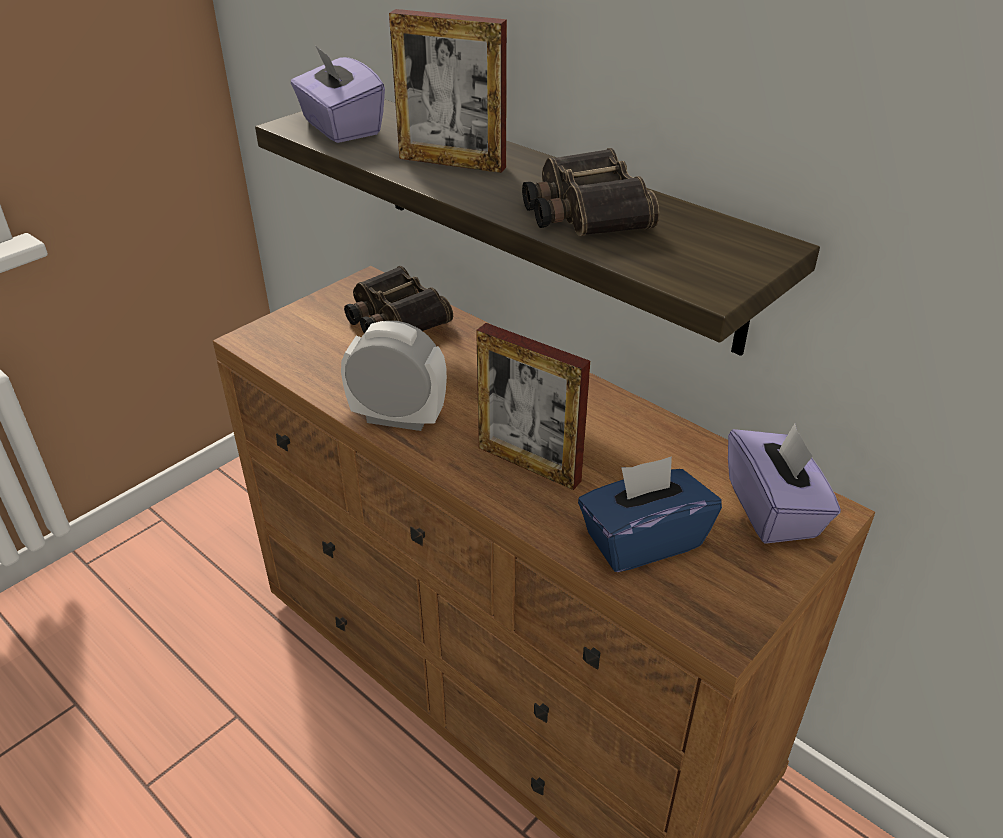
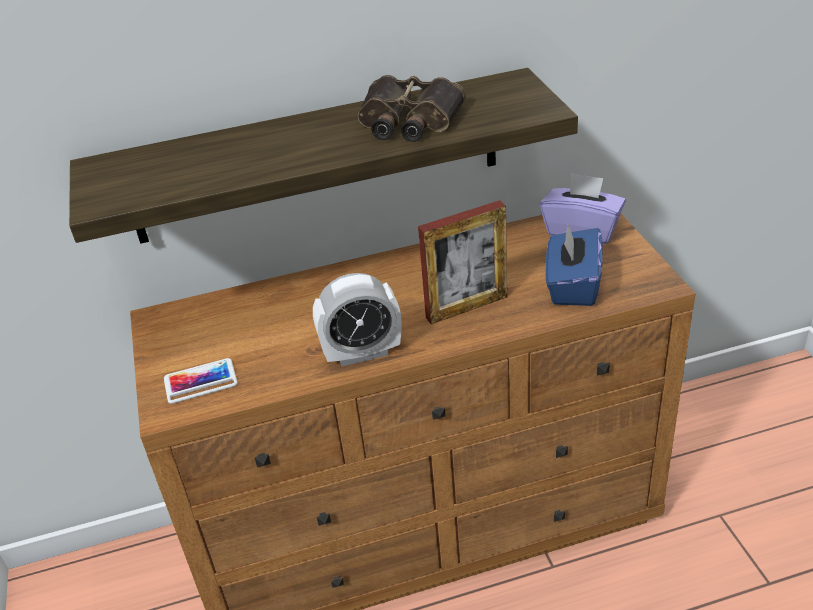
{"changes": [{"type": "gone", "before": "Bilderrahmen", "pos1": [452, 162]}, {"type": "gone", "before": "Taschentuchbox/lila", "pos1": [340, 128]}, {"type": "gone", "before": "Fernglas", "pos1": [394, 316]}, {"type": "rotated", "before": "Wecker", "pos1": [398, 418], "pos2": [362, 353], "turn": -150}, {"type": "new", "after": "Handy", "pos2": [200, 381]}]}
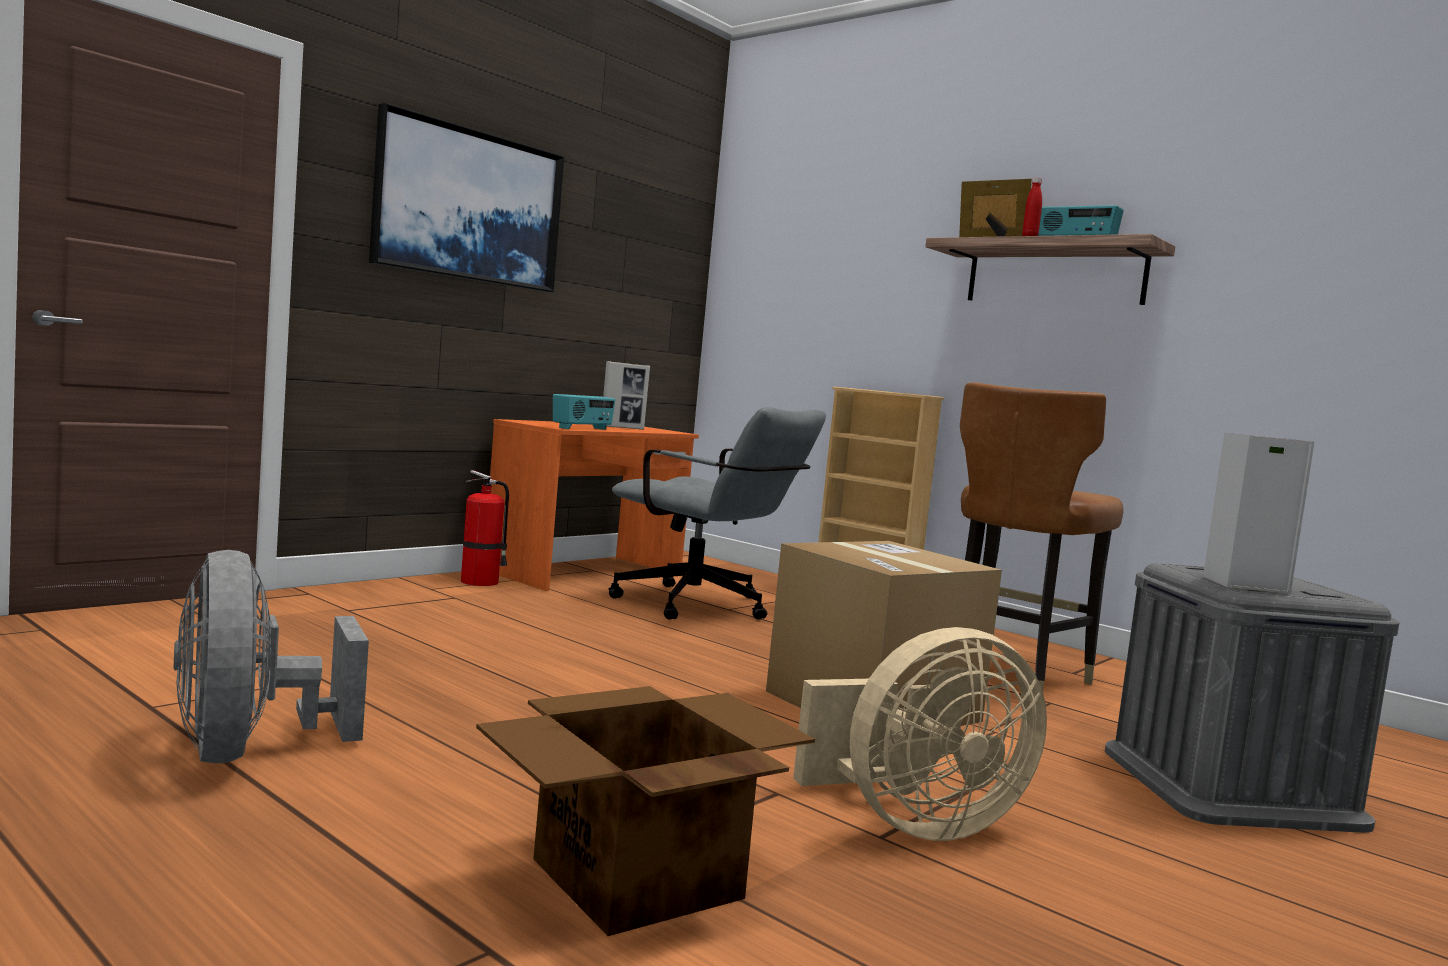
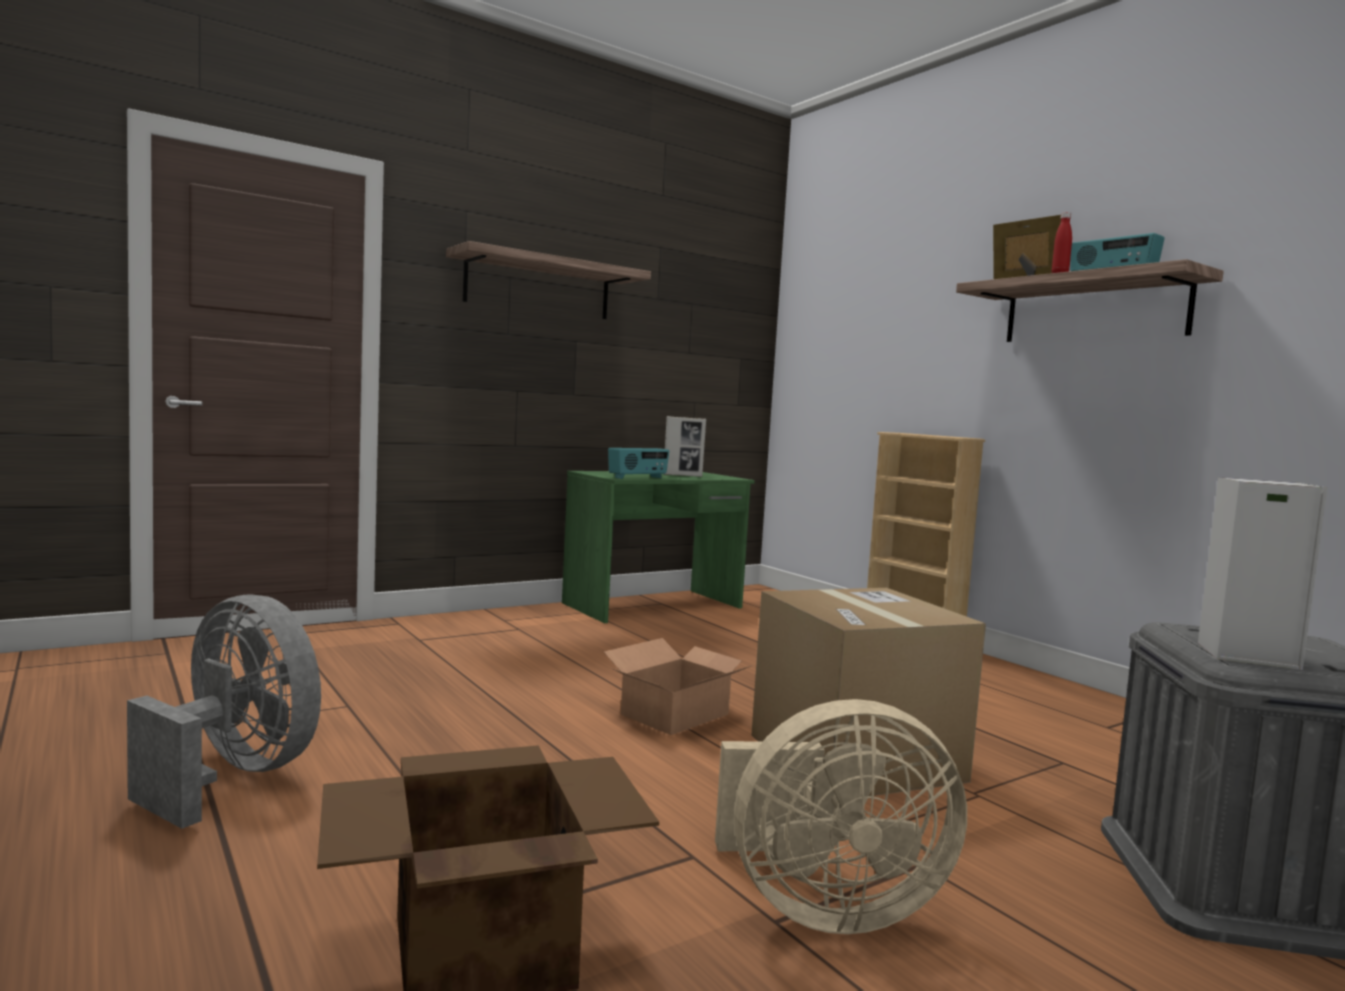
{"changes": [{"type": "swapped", "before": "Bild", "after": "Wandregal", "pos1": [469, 206], "pos2": [538, 287]}, {"type": "gone", "before": "Stuhl/braun", "pos1": [1010, 678]}, {"type": "gone", "before": "Bürostuhl/grau", "pos1": [705, 607]}, {"type": "repainted", "before": "Schreibtisch/orange", "after": "Schreibtisch/grün", "pos1": [588, 572], "pos2": [654, 606]}, {"type": "gone", "before": "Feuerlöscher", "pos1": [481, 582]}, {"type": "rotated", "before": "Ventilator/grau", "pos1": [249, 750], "pos2": [234, 776], "turn": 135}, {"type": "new", "after": "Karton", "pos2": [676, 714]}]}
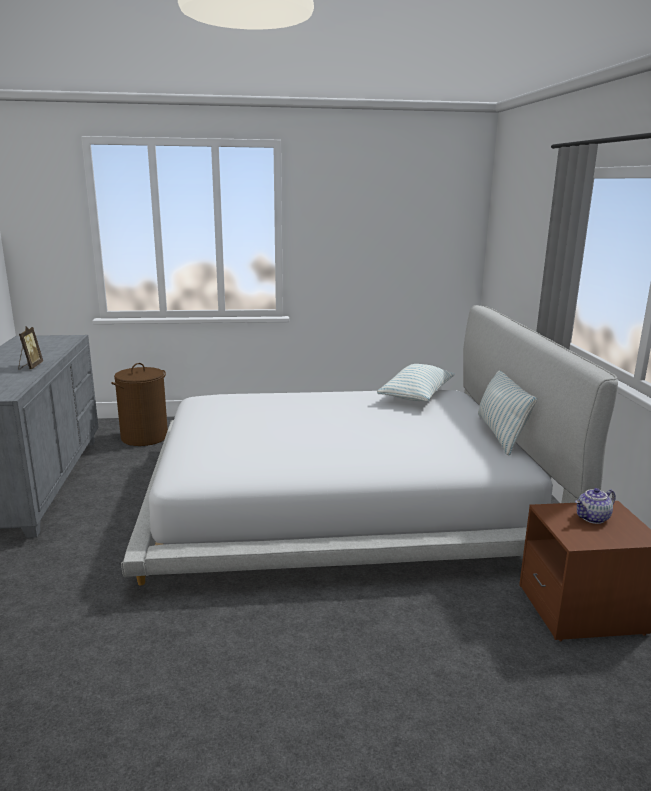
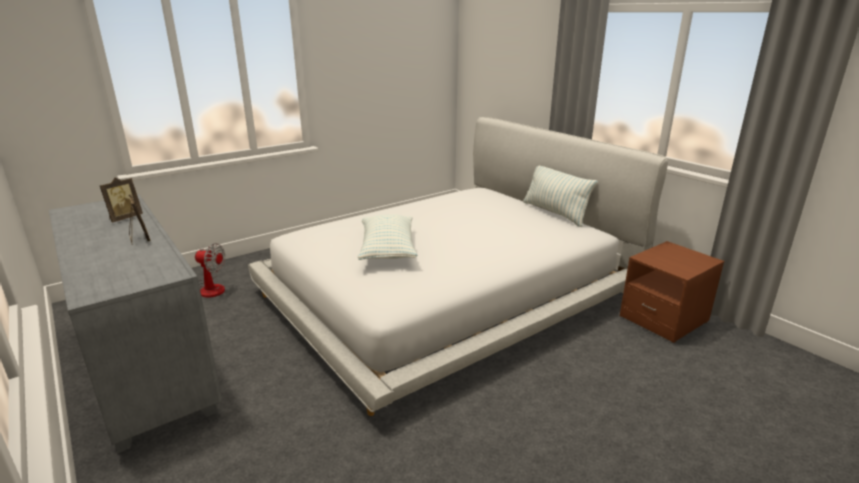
{"changes": [{"type": "swapped", "before": "Wäschekorb/braun", "after": "Ventilator", "pos1": [145, 437], "pos2": [211, 287]}, {"type": "shifted", "before": "Kissen", "pos1": [416, 396], "pos2": [387, 249]}, {"type": "gone", "before": "Teekanne", "pos1": [593, 518]}, {"type": "new", "after": "Bilderrahmen", "pos2": [124, 218]}]}
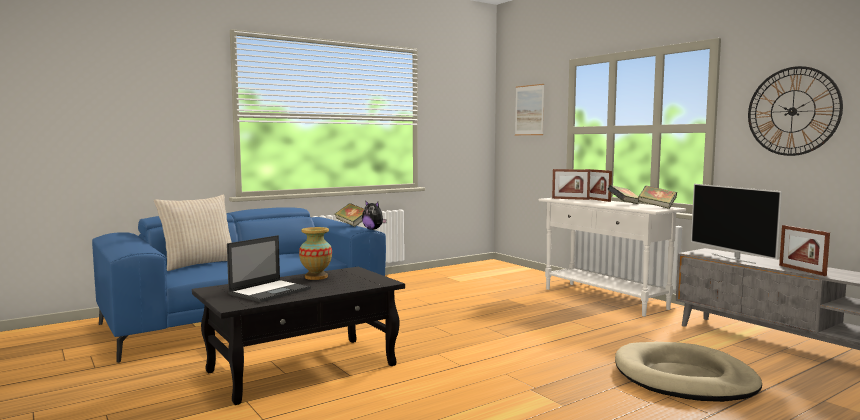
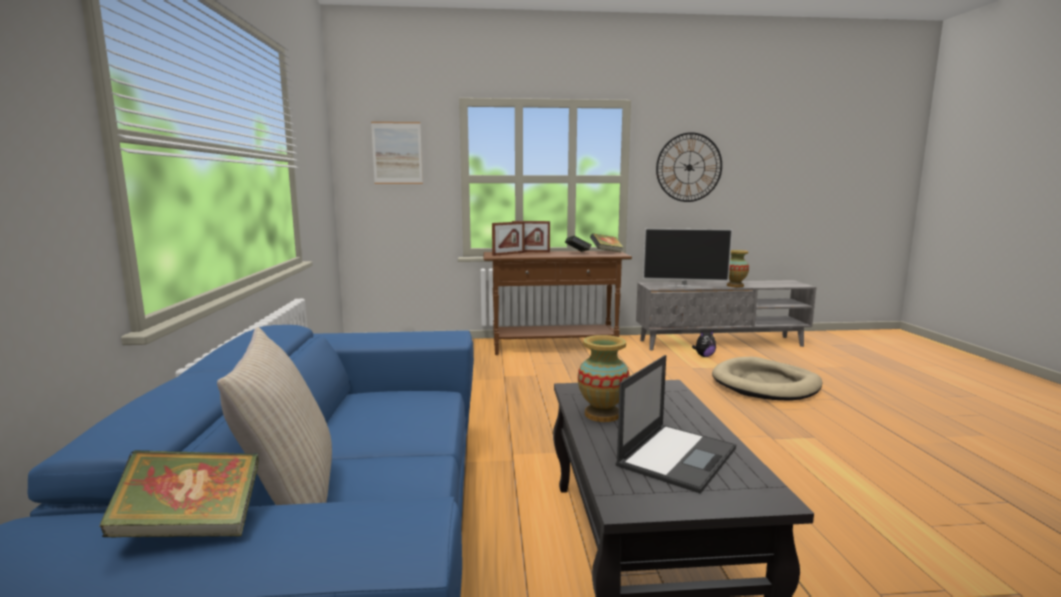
{"changes": [{"type": "repainted", "before": "Konsolentisch/weiß", "after": "Konsolentisch/braun", "pos1": [604, 299], "pos2": [555, 348]}, {"type": "shifted", "before": "Plüschtier", "pos1": [373, 229], "pos2": [704, 356]}, {"type": "shifted", "before": "Buch", "pos1": [352, 224], "pos2": [191, 528]}, {"type": "swapped", "before": "Bilderrahmen", "after": "Vase", "pos1": [802, 270], "pos2": [735, 286]}, {"type": "rotated", "before": "Laptop", "pos1": [270, 291], "pos2": [677, 456], "turn": 60}]}
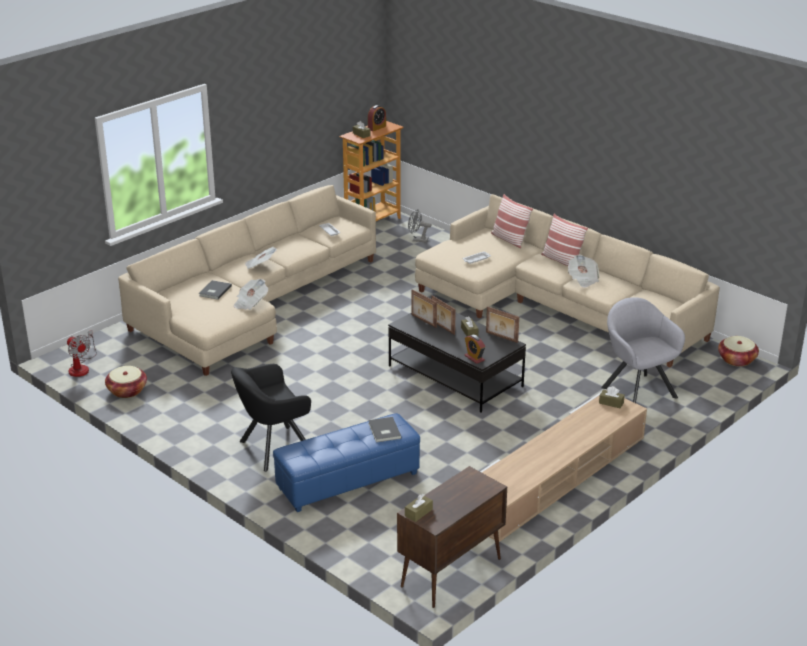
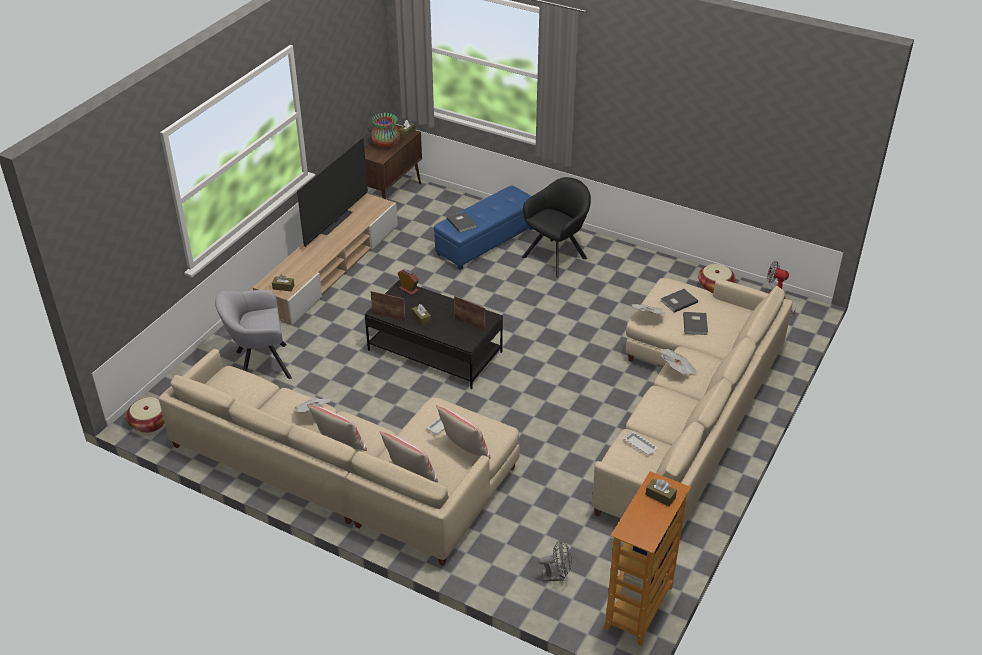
{"changes": [{"type": "gone", "before": "Wecker", "pos1": [377, 127]}, {"type": "gone", "before": "Bilderrahmen", "pos1": [442, 328]}, {"type": "rotated", "before": "Sessel/grau", "pos1": [636, 390], "pos2": [259, 365], "turn": 120}, {"type": "new", "after": "Vase", "pos2": [385, 144]}, {"type": "new", "after": "Fernseher", "pos2": [336, 222]}, {"type": "new", "after": "Buch/grau", "pos2": [678, 301]}, {"type": "new", "after": "Kissen", "pos2": [465, 449]}]}
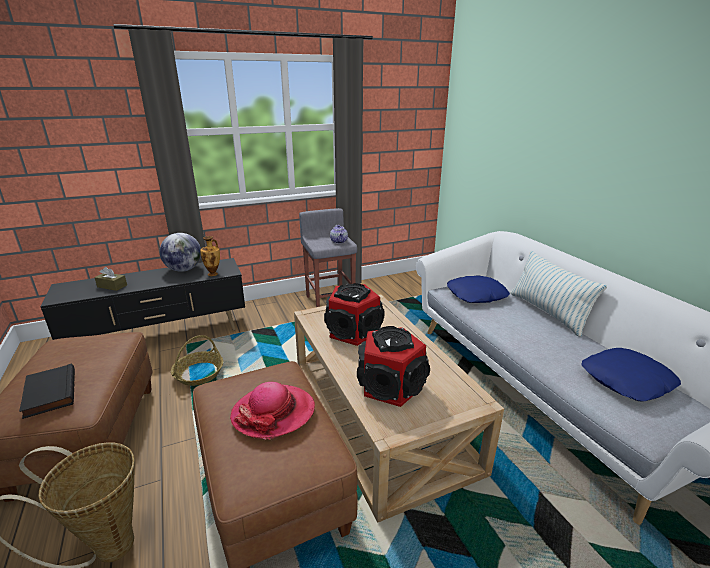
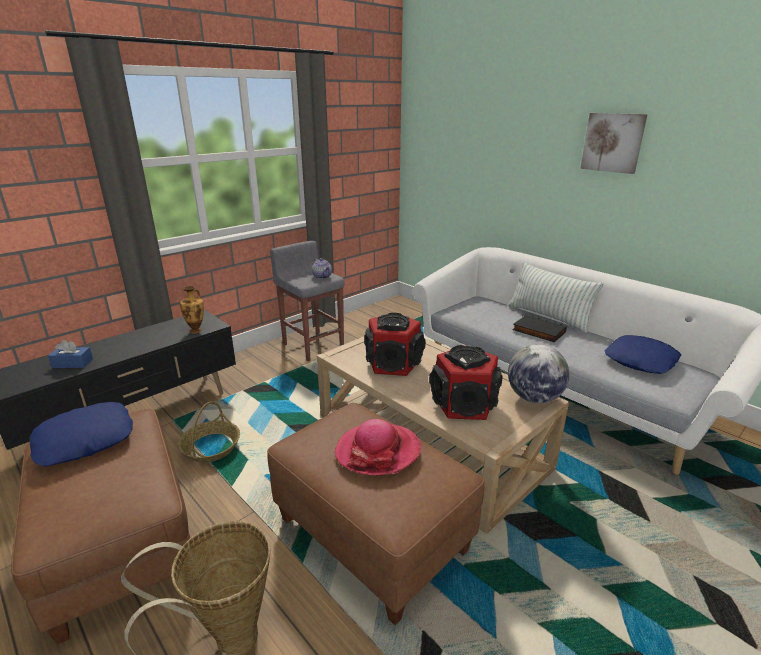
{"changes": [{"type": "shifted", "before": "Globus", "pos1": [184, 269], "pos2": [534, 398]}, {"type": "repainted", "before": "Taschentuchbox/braun", "after": "Taschentuchbox/blau", "pos1": [112, 286], "pos2": [72, 363]}, {"type": "shifted", "before": "Kissen/blau", "pos1": [476, 295], "pos2": [85, 441]}, {"type": "shifted", "before": "Buch/schwarz", "pos1": [49, 393], "pos2": [538, 331]}, {"type": "new", "after": "Bild", "pos2": [613, 142]}]}
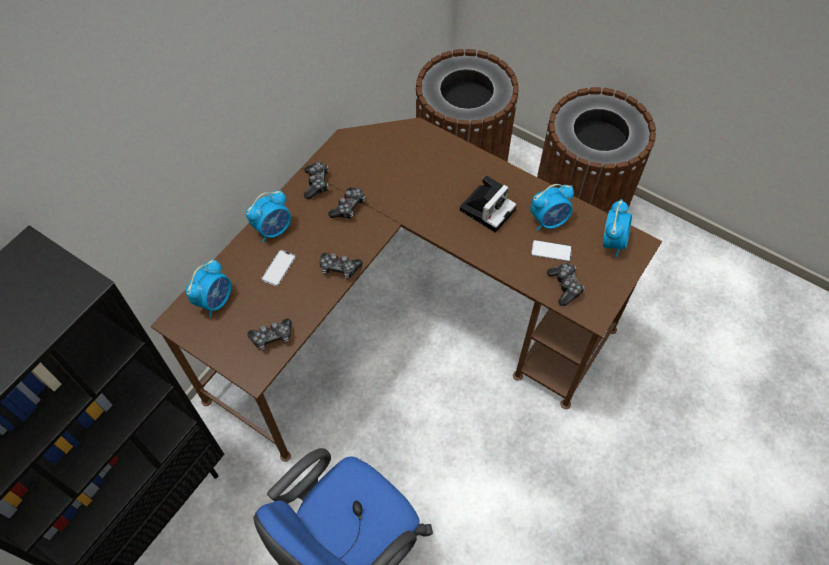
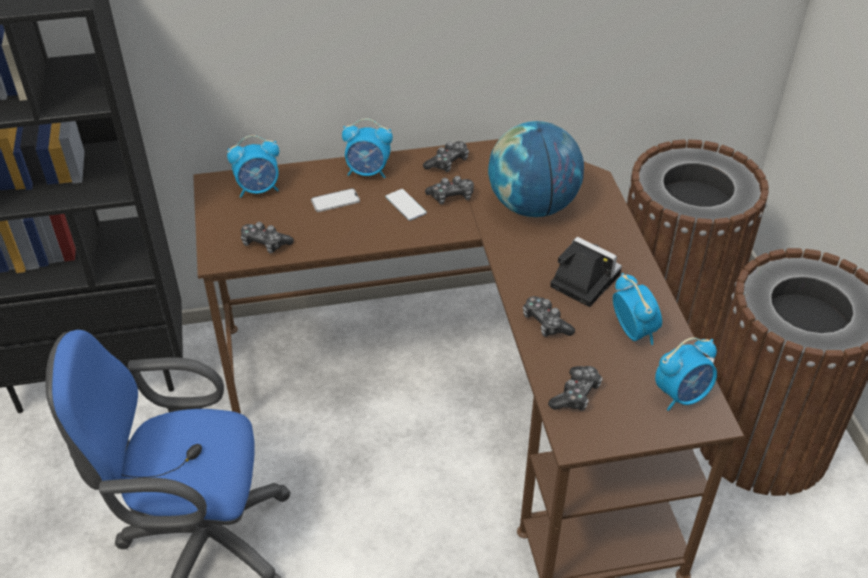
{"changes": [{"type": "rotated", "before": "Kamera", "pos1": [488, 208], "pos2": [582, 280], "turn": -135}, {"type": "rotated", "before": "Wecker", "pos1": [549, 221], "pos2": [633, 331], "turn": -135}, {"type": "shifted", "before": "Handy", "pos1": [551, 251], "pos2": [405, 205]}, {"type": "shifted", "before": "Gamepad", "pos1": [339, 268], "pos2": [545, 323]}, {"type": "new", "after": "Globus", "pos2": [532, 206]}]}
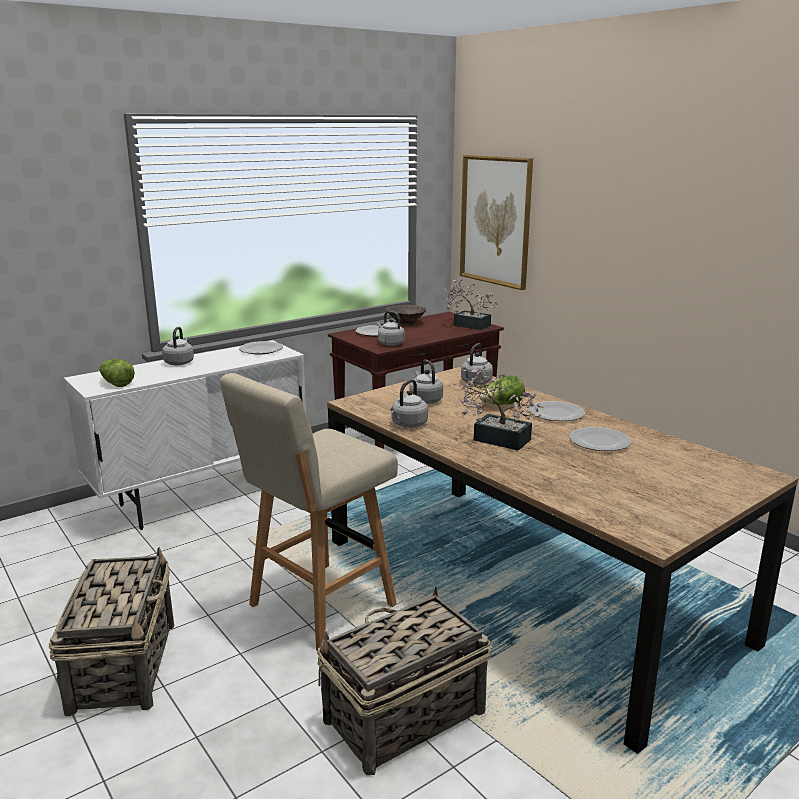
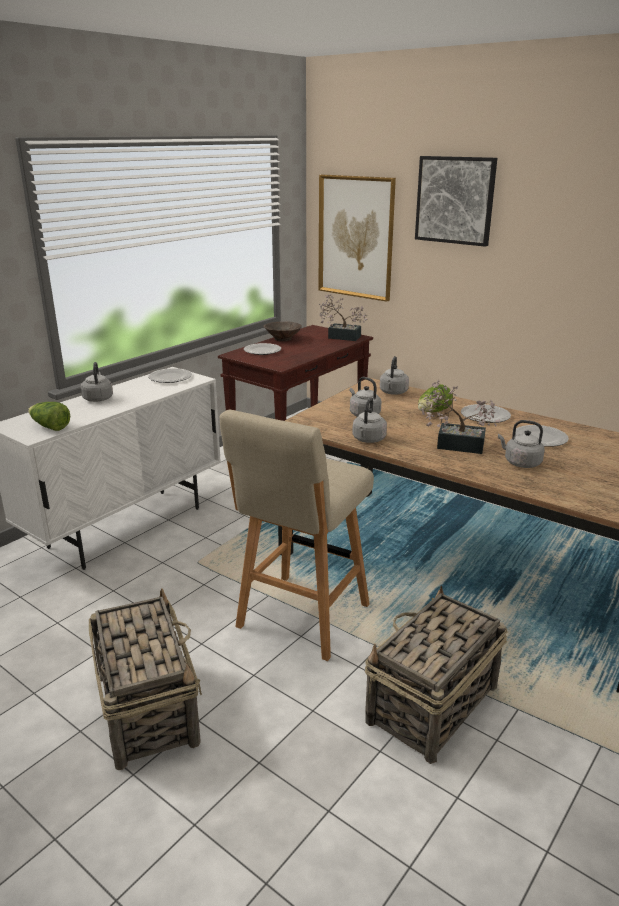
{"changes": [{"type": "shifted", "before": "Wasserkessel/grau", "pos1": [390, 343], "pos2": [520, 463]}, {"type": "new", "after": "Bild", "pos2": [455, 200]}]}
